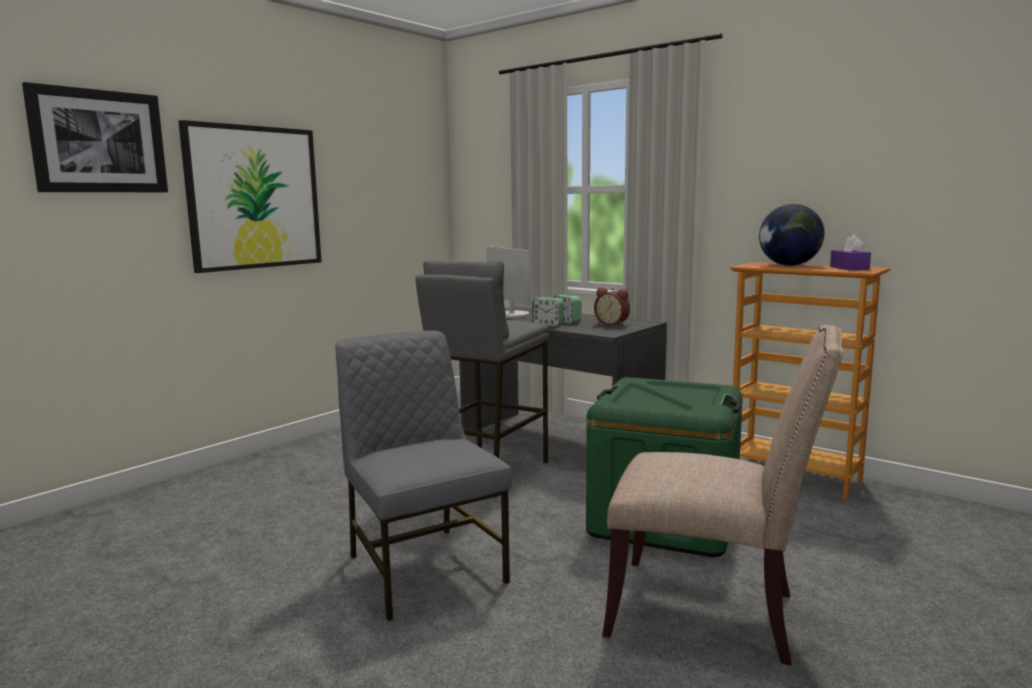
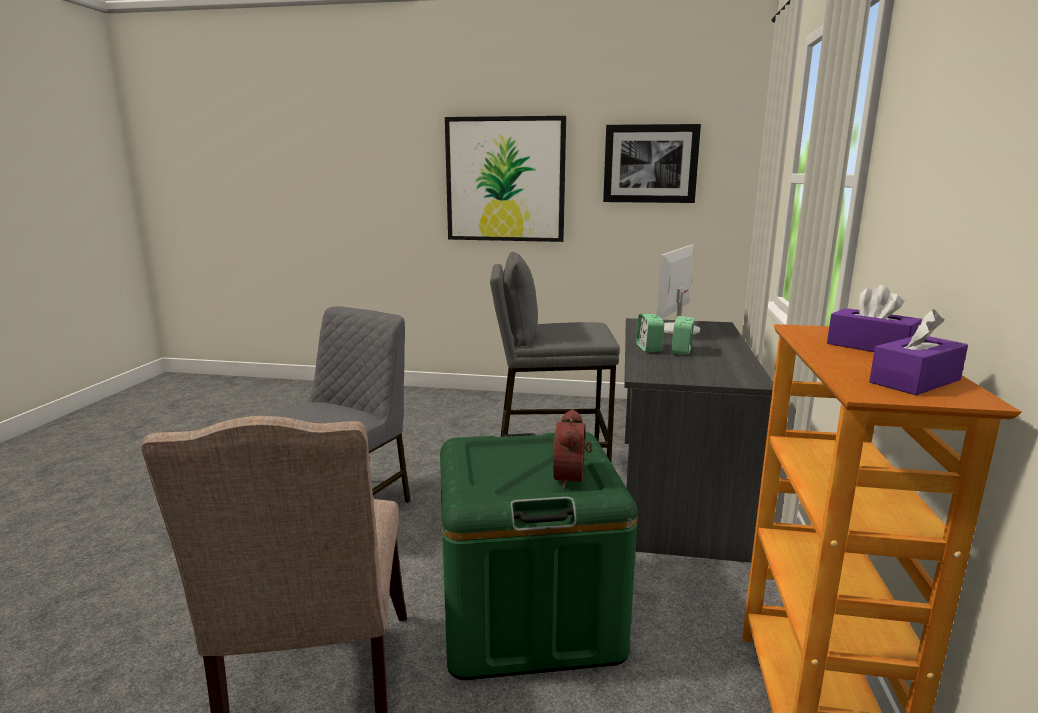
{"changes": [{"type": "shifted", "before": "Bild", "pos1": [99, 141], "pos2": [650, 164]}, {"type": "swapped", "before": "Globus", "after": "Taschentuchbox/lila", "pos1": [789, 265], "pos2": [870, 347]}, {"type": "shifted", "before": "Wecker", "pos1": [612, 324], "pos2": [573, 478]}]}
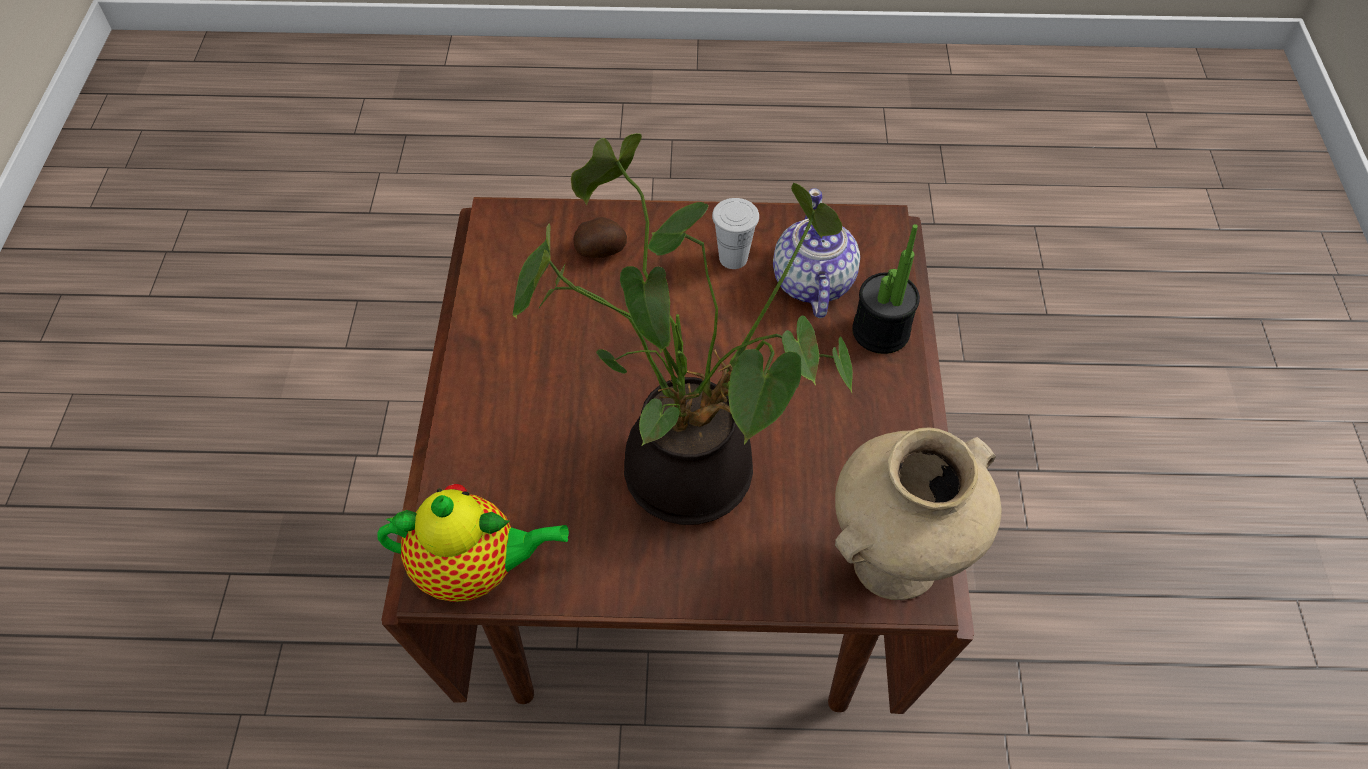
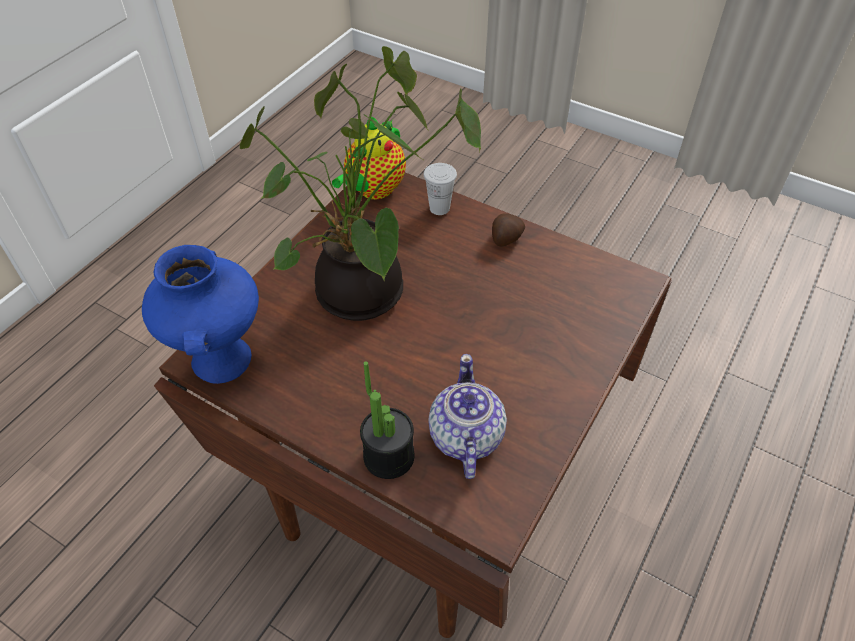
{"changes": [{"type": "rotated", "before": "Teekanne", "pos1": [812, 283], "pos2": [465, 437], "turn": -120}, {"type": "shifted", "before": "Tasse/weiß", "pos1": [733, 258], "pos2": [439, 208]}, {"type": "shifted", "before": "Kartoffel", "pos1": [601, 251], "pos2": [505, 239]}, {"type": "repainted", "before": "Vase/beige", "after": "Vase/blau", "pos1": [894, 565], "pos2": [220, 358]}]}
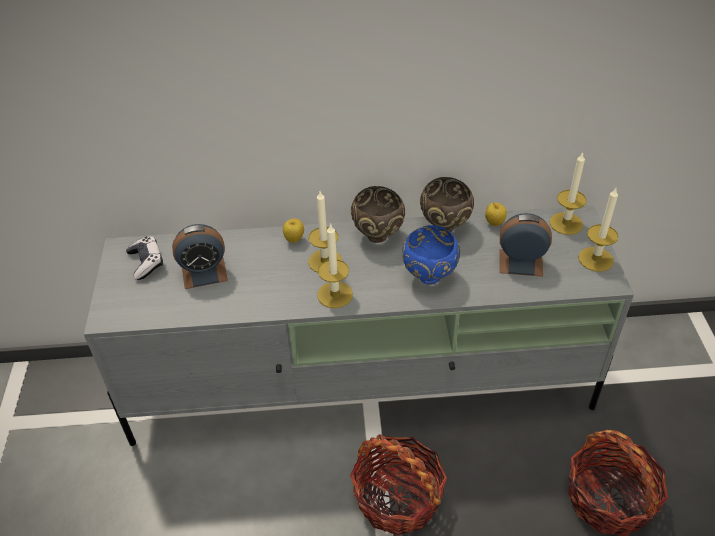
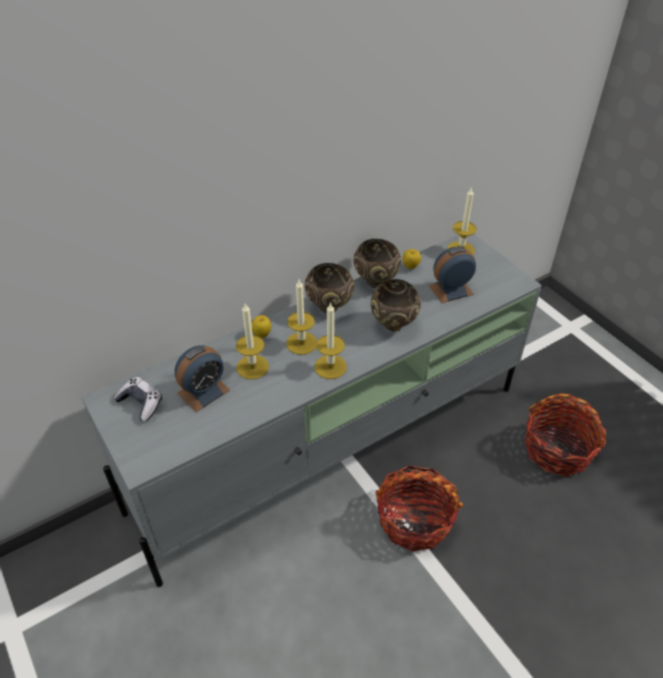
{"changes": [{"type": "shifted", "before": "Kerze", "pos1": [595, 259], "pos2": [252, 367]}, {"type": "repainted", "before": "Schüssel/blau", "after": "Schüssel/braun", "pos1": [429, 278], "pos2": [393, 326]}]}
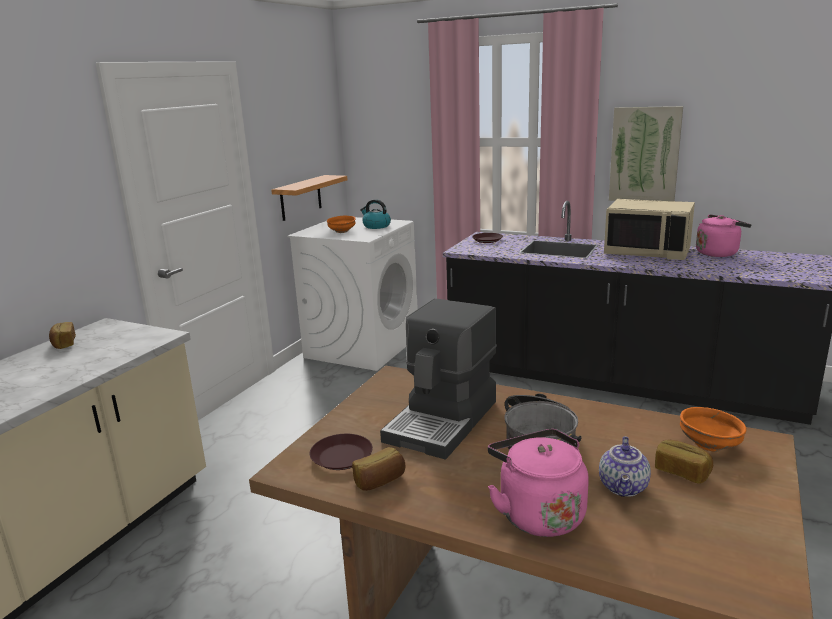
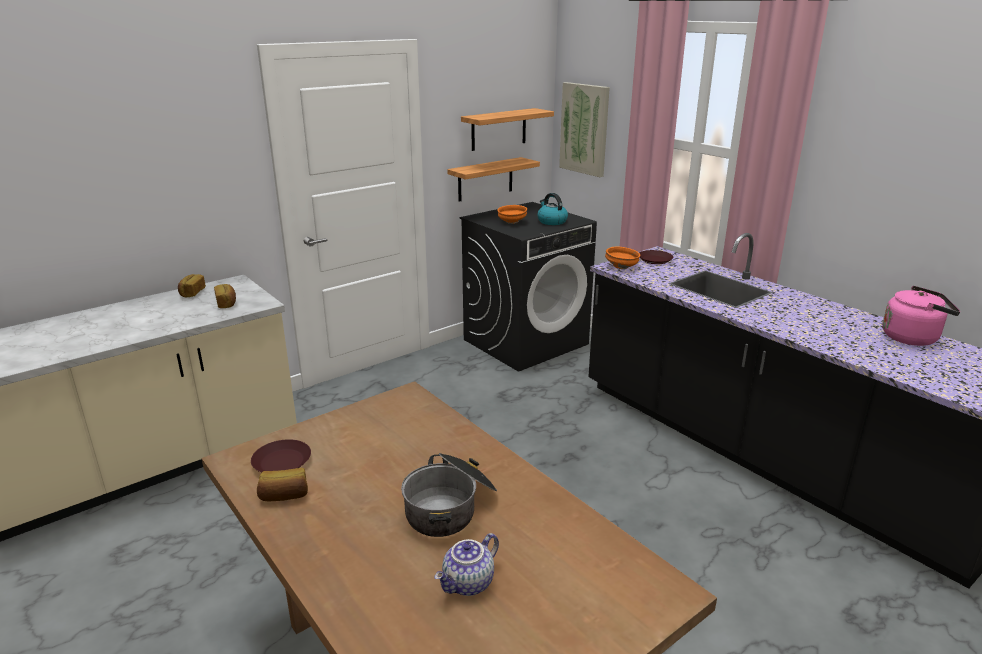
{"changes": [{"type": "shifted", "before": "Bild", "pos1": [644, 155], "pos2": [584, 129]}, {"type": "gone", "before": "Mikrowelle/beige", "pos1": [647, 252]}, {"type": "repainted", "before": "Waschmaschine/weiß", "after": "Waschmaschine/schwarz", "pos1": [362, 346], "pos2": [526, 341]}, {"type": "gone", "before": "Kaffeemaschine", "pos1": [443, 421]}, {"type": "shifted", "before": "Schüssel/orange", "pos1": [710, 445], "pos2": [622, 267]}, {"type": "gone", "before": "Wasserkessel/rosa", "pos1": [538, 513]}, {"type": "shifted", "before": "Brot", "pos1": [682, 471], "pos2": [227, 303]}, {"type": "new", "after": "Wandregal", "pos2": [498, 129]}]}
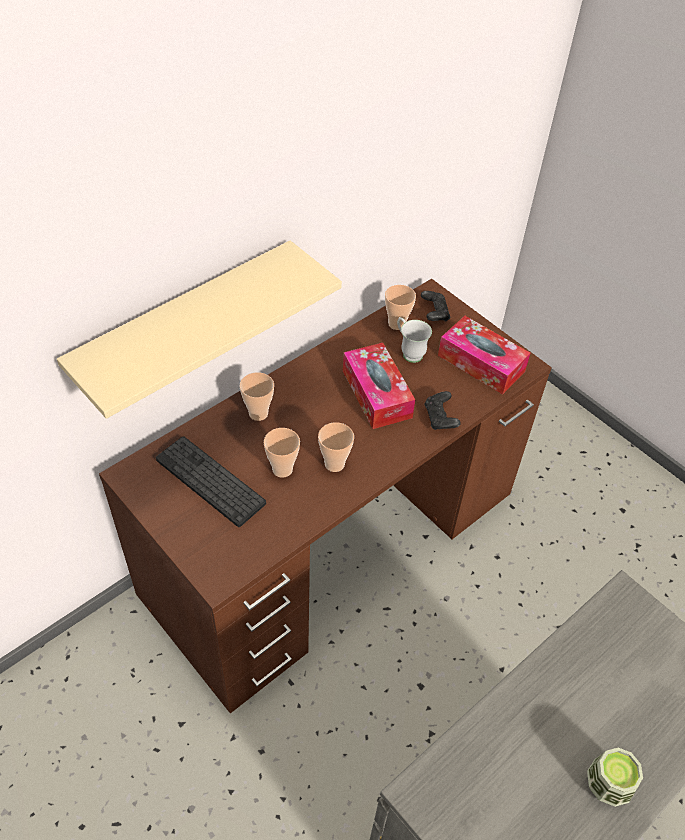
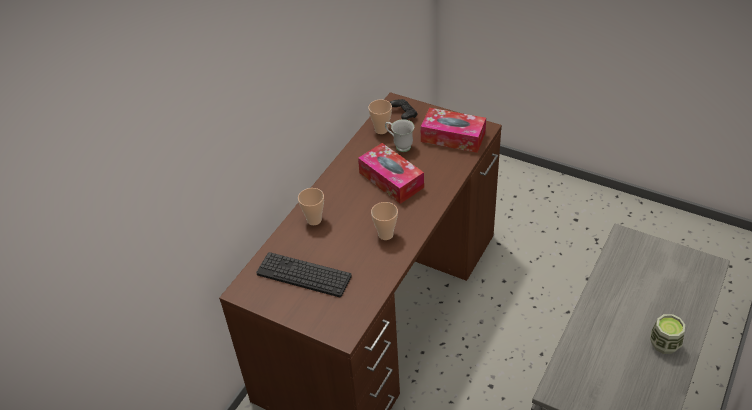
{"changes": [{"type": "gone", "before": "Wandregal/beige", "pos1": [185, 326]}, {"type": "gone", "before": "Gamepad/schwarz", "pos1": [440, 418]}, {"type": "gone", "before": "Tasse", "pos1": [282, 469]}]}
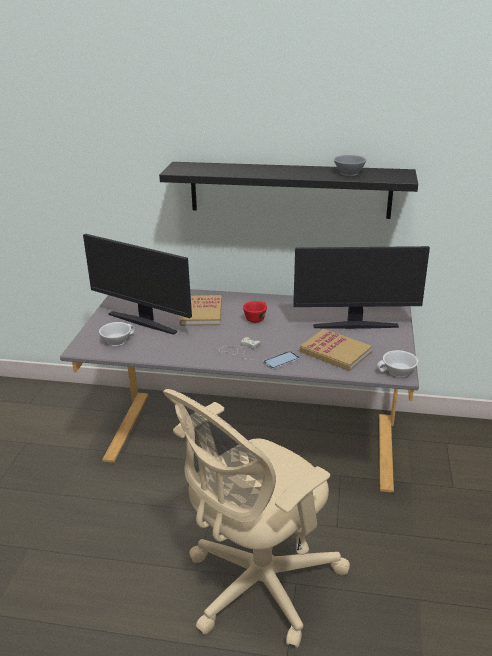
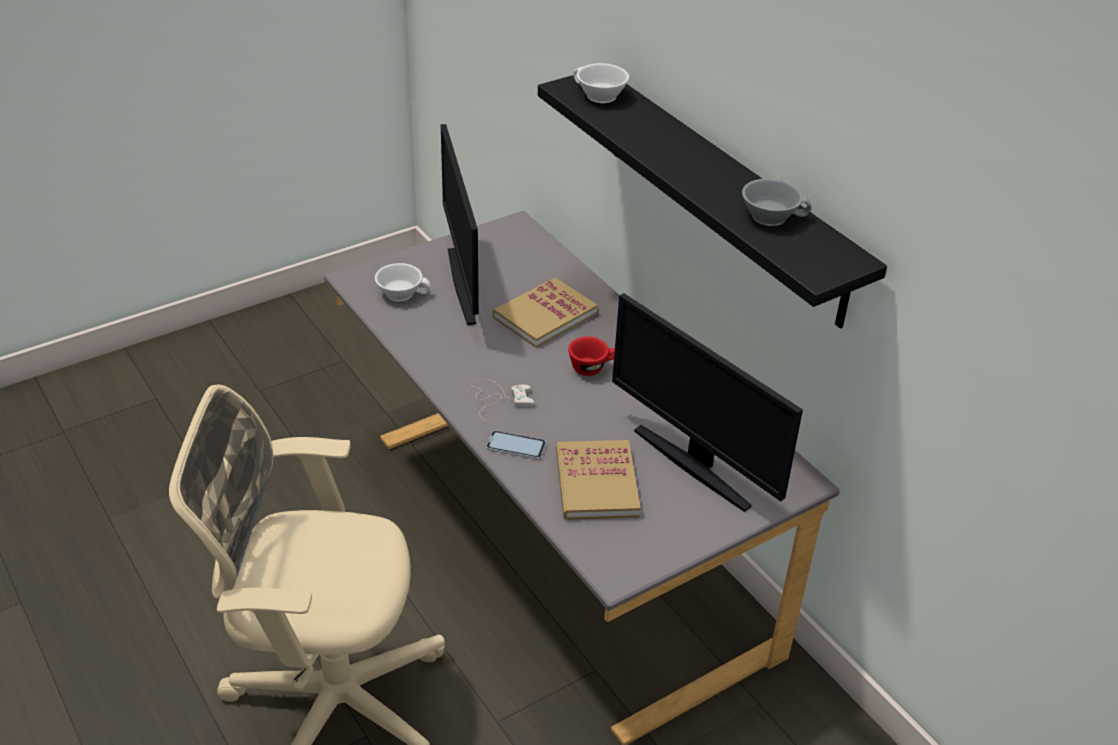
{"changes": [{"type": "shifted", "before": "Tasse/weiß", "pos1": [398, 372], "pos2": [598, 96]}]}
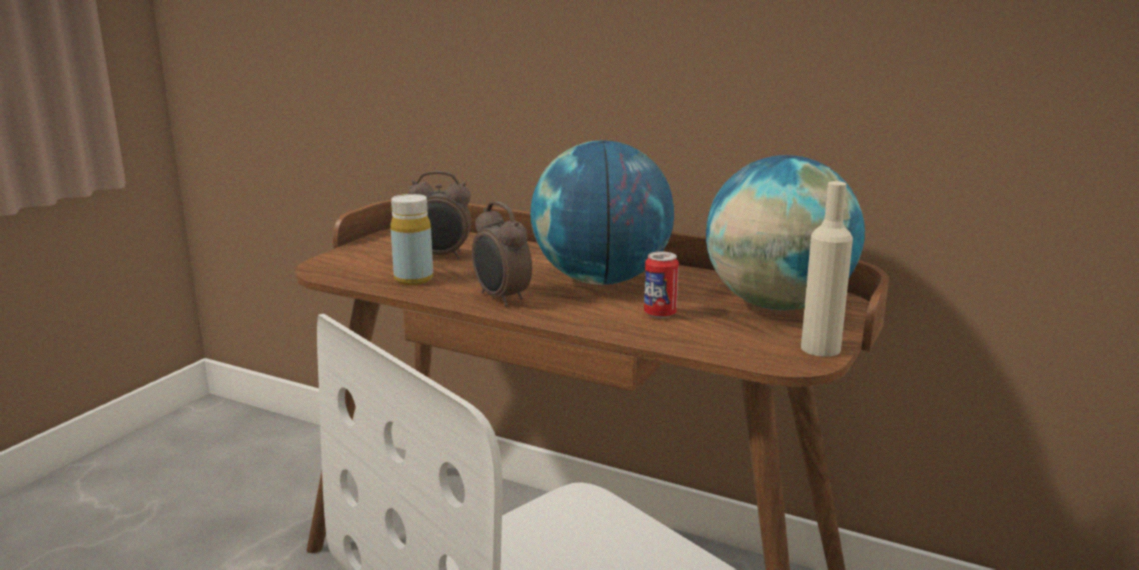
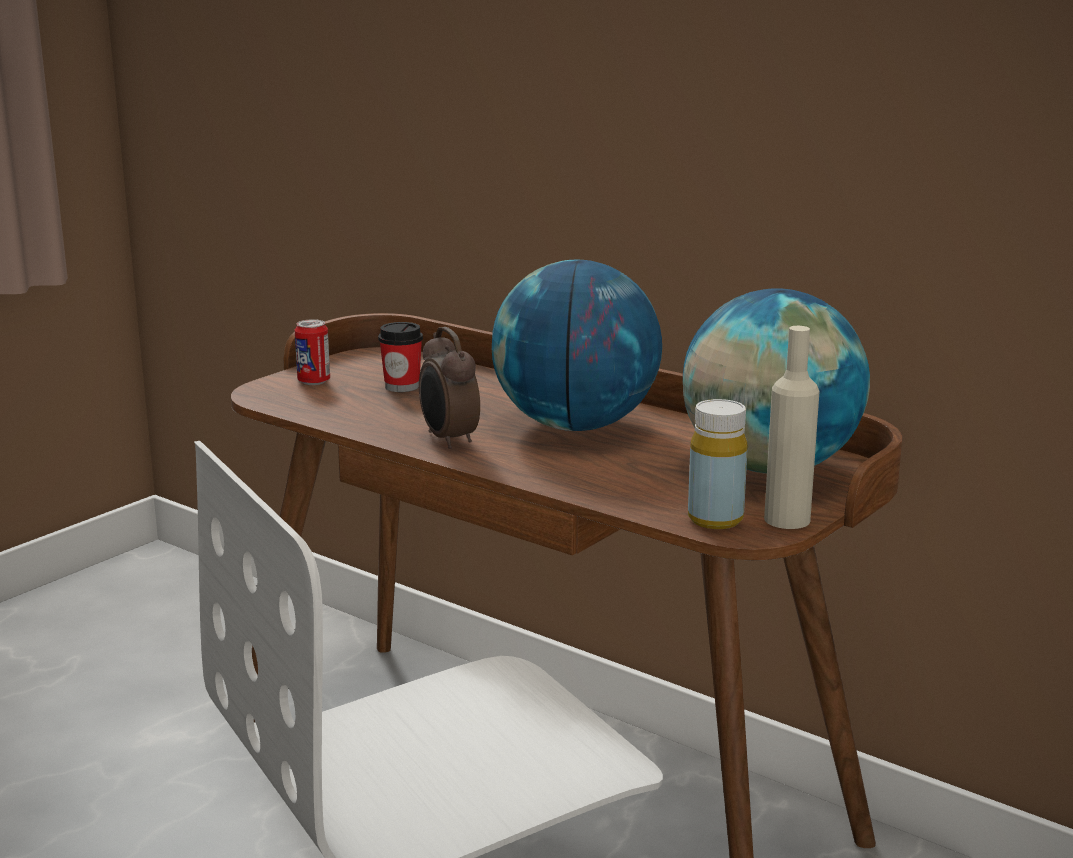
{"changes": [{"type": "swapped", "before": "Wecker", "after": "Tasse", "pos1": [441, 256], "pos2": [402, 386]}, {"type": "shifted", "before": "Flasche/gelb", "pos1": [413, 279], "pos2": [715, 519]}, {"type": "shifted", "before": "Dose", "pos1": [660, 314], "pos2": [314, 382]}]}
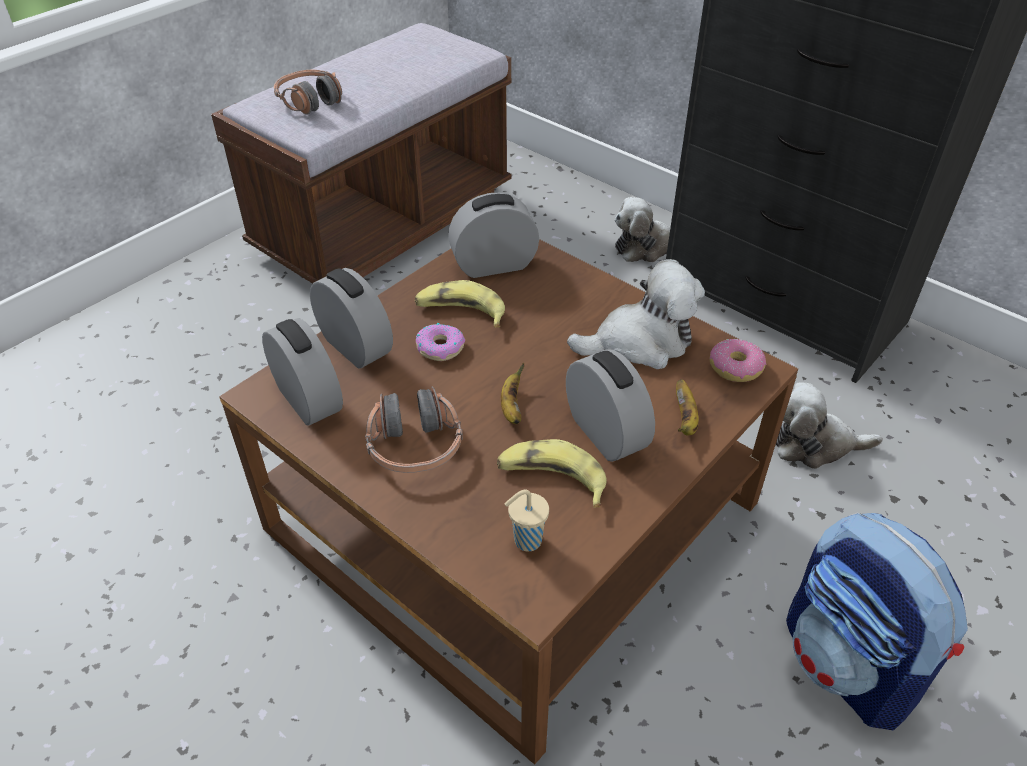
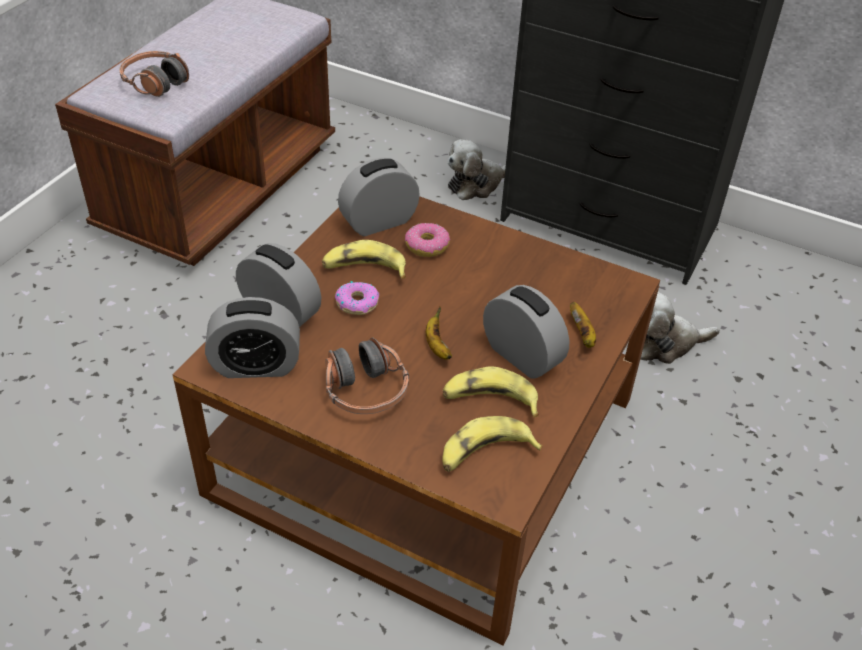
{"changes": [{"type": "gone", "before": "Plüschtier", "pos1": [640, 342]}, {"type": "rotated", "before": "Wecker", "pos1": [308, 400], "pos2": [256, 365], "turn": 135}, {"type": "shifted", "before": "Donut", "pos1": [736, 367], "pos2": [427, 246]}, {"type": "swapped", "before": "Tasse/beige", "after": "Banane", "pos1": [526, 541], "pos2": [485, 453]}, {"type": "gone", "before": "Rucksack", "pos1": [850, 665]}]}
